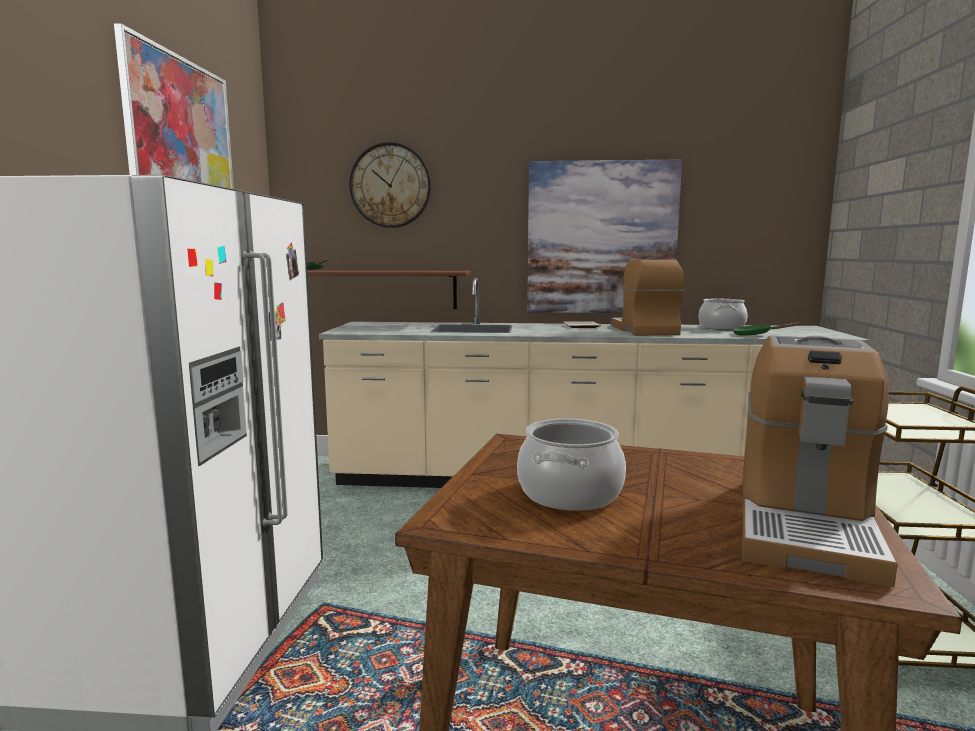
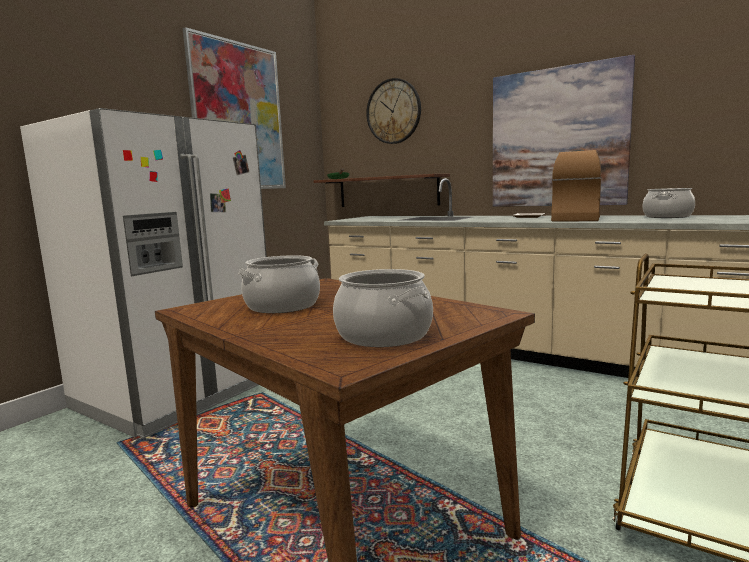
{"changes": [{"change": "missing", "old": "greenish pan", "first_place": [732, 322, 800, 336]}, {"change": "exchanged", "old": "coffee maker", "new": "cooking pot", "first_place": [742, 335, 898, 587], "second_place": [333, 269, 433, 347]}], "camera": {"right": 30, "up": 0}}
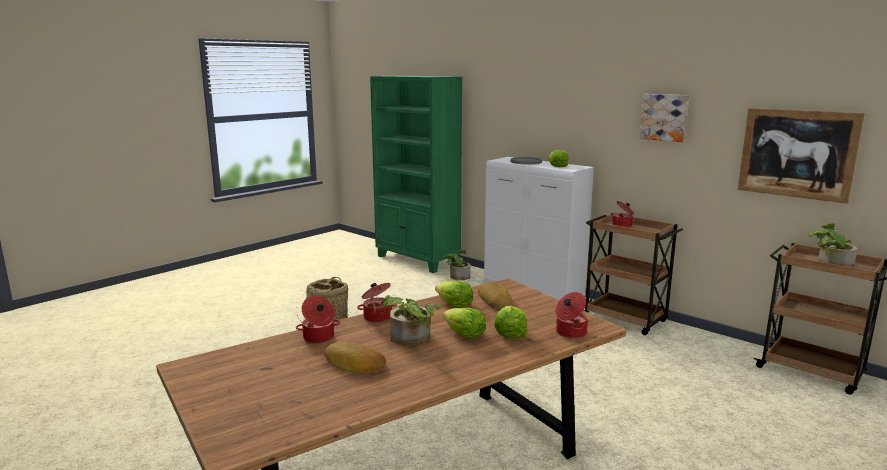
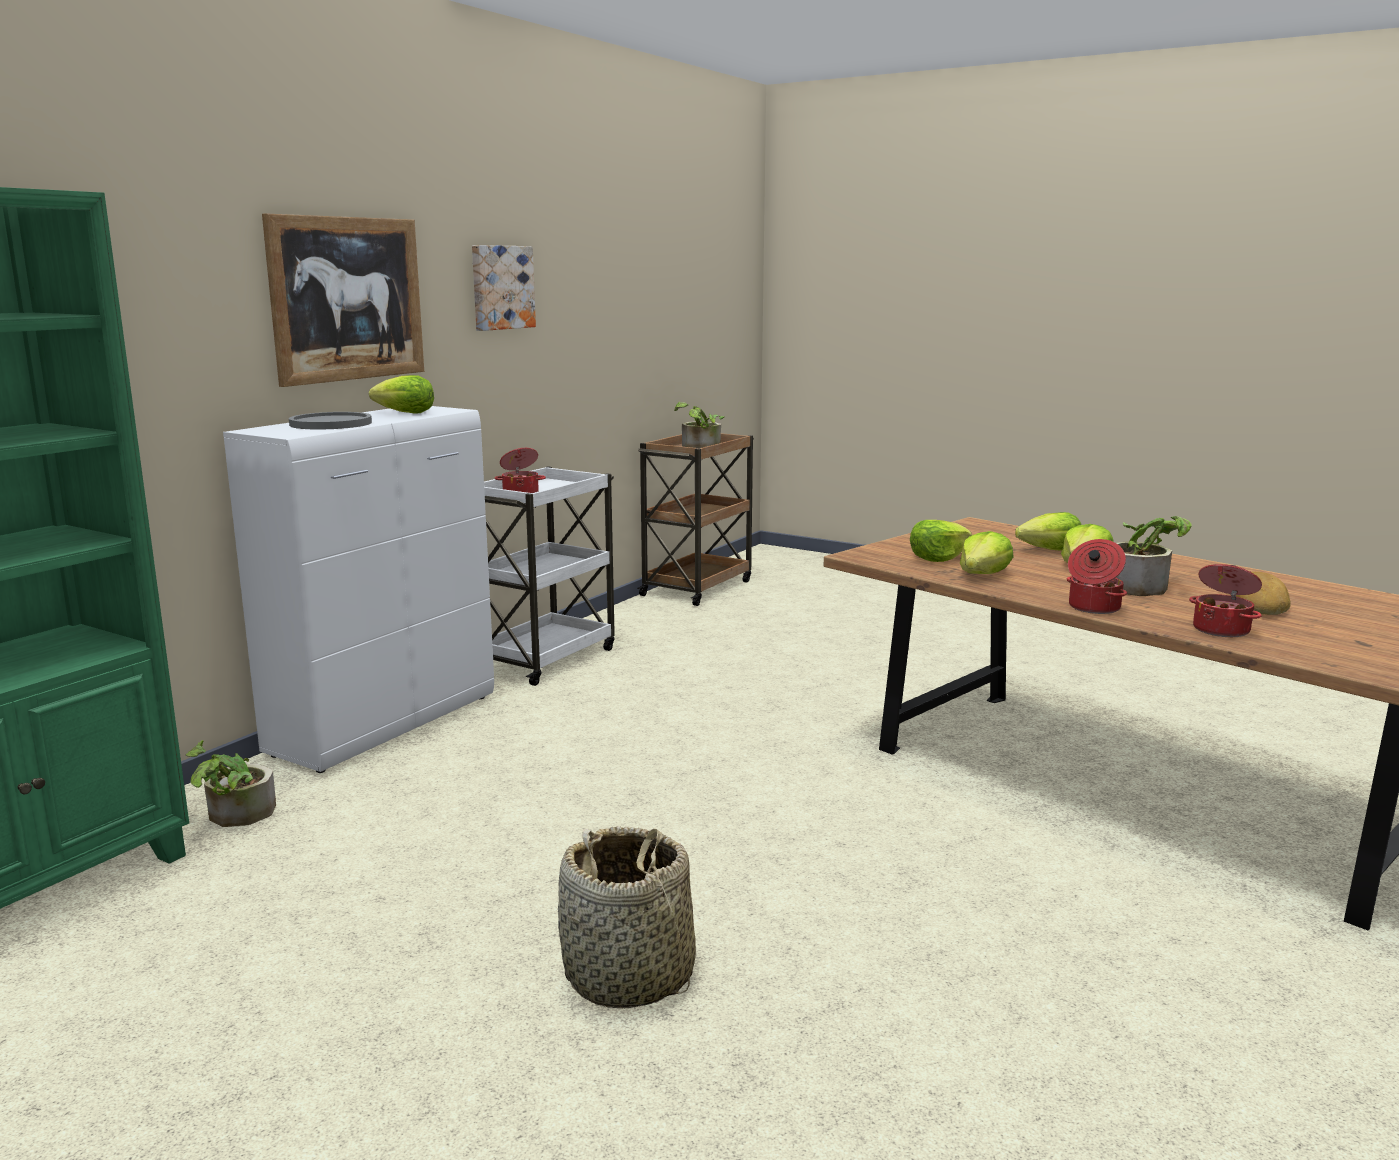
{"changes": [{"change": "exchanged", "old": "bread", "new": "lettuce", "first_place": [478, 282, 512, 309], "second_place": [910, 520, 972, 562]}, {"change": "missing", "old": "cooking pot", "first_place": [555, 292, 588, 339]}, {"change": "colour", "old": "brownish cart", "new": "white-coloured cart", "first_place": [583, 213, 683, 335], "second_place": [484, 466, 615, 686]}, {"change": "relocated", "old": "wall picture", "first_place": [738, 108, 865, 204], "second_place": [262, 213, 424, 387]}], "camera": {"right": -100, "up": 0}}
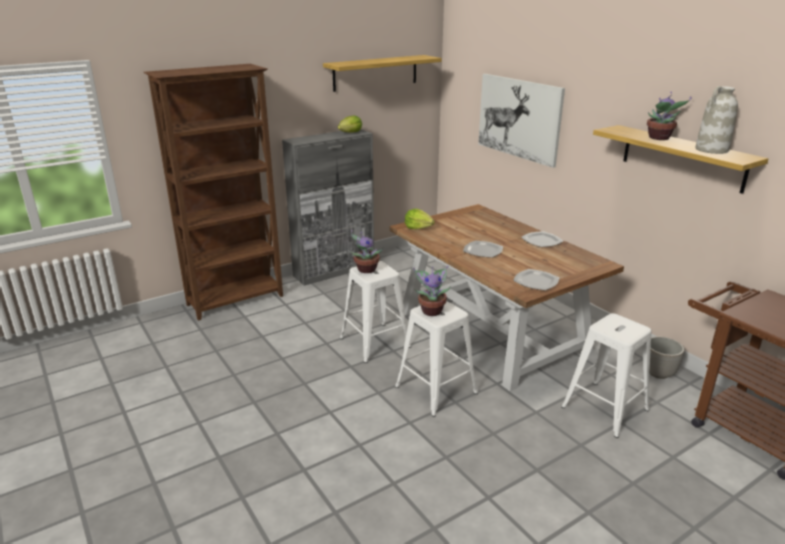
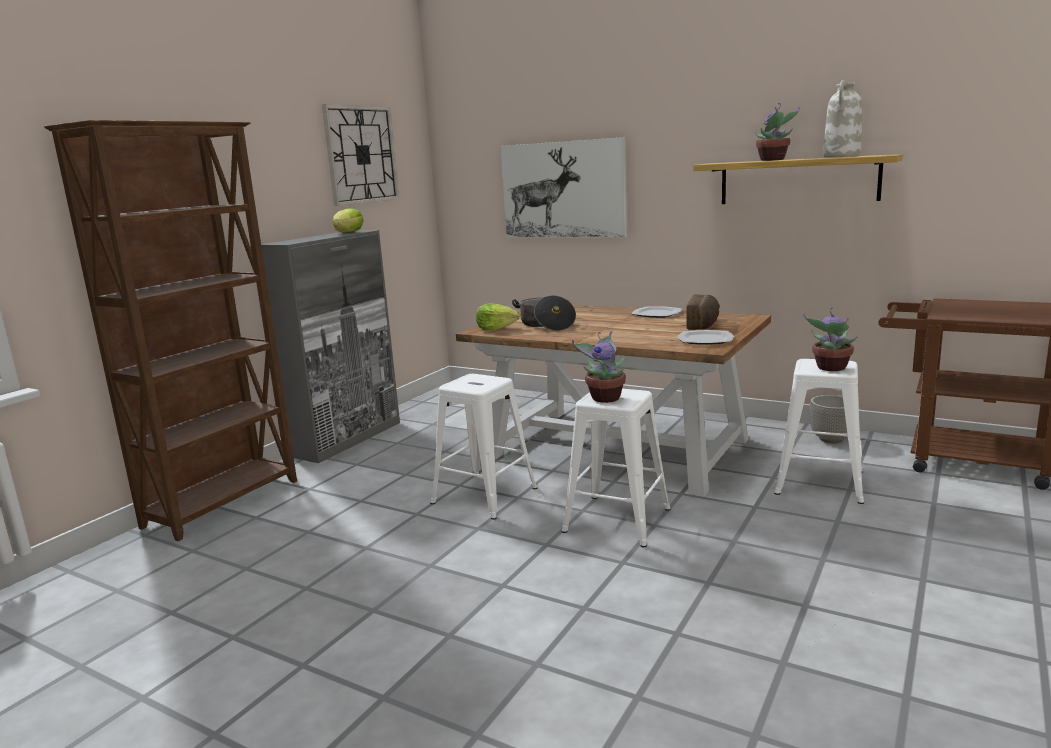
{"changes": [{"change": "exchanged", "old": "bracket shelf", "new": "clock on the wall", "first_place": [323, 55, 442, 92], "second_place": [322, 104, 399, 206]}, {"change": "relocated", "old": "potted plant", "first_place": [350, 230, 383, 273], "second_place": [803, 308, 858, 371]}, {"change": "missing", "old": "plate", "first_place": [463, 241, 503, 258]}, {"change": "appeared", "new": "cooking pot", "second_place": [512, 295, 576, 331]}, {"change": "appeared", "new": "bread", "second_place": [686, 294, 720, 330]}], "camera": {"right": -25, "up": -10}}
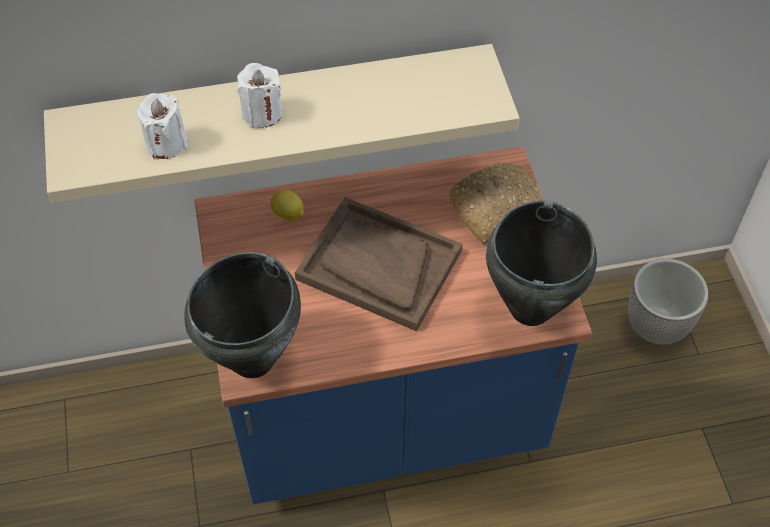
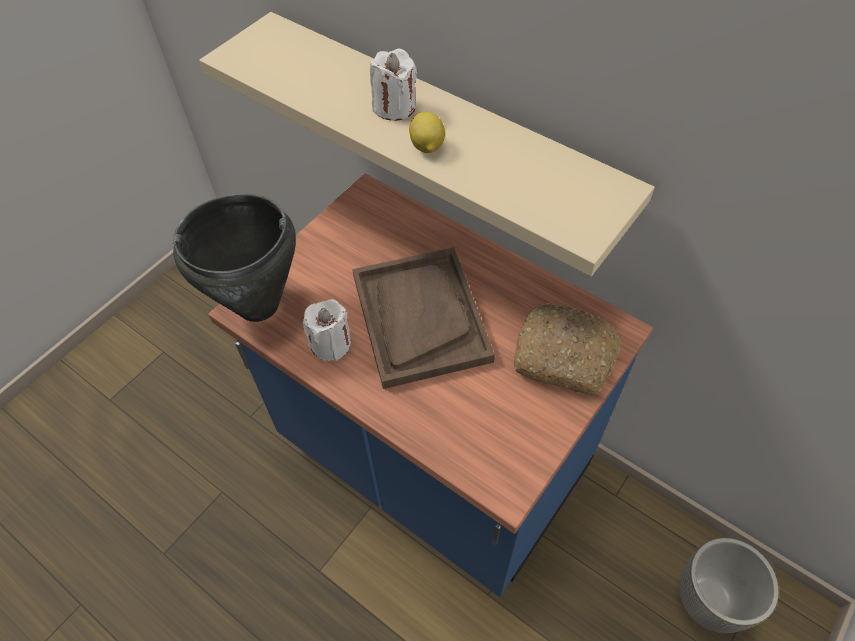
{"changes": [{"change": "relocated", "old": "white-coloured candle", "first_place": [137, 93, 188, 159], "second_place": [303, 299, 351, 361]}, {"change": "relocated", "old": "citrus fruit", "first_place": [270, 190, 304, 221], "second_place": [409, 112, 445, 153]}, {"change": "missing", "old": "blackish cooking pot", "first_place": [486, 201, 597, 326]}], "camera": {"right": 50, "up": 0}}
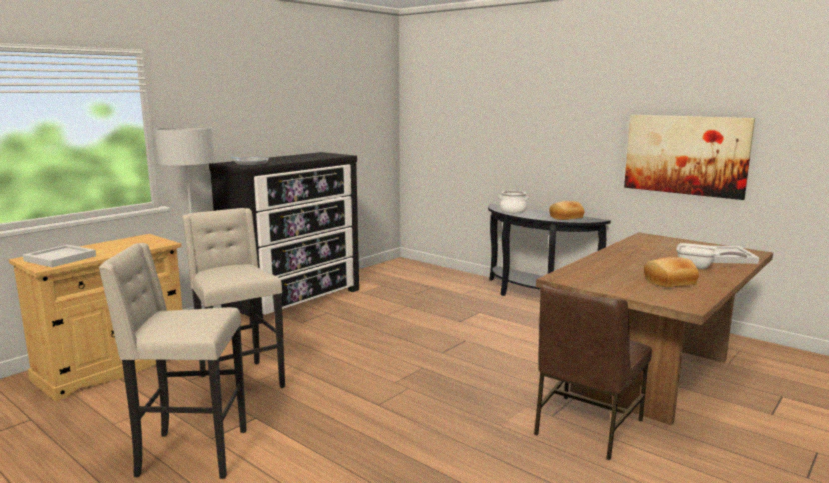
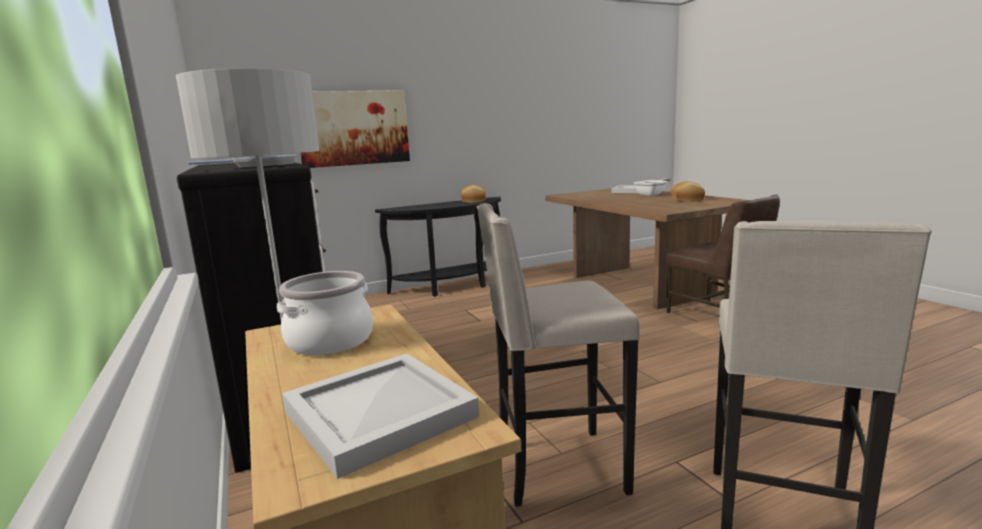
{"changes": [{"change": "relocated", "old": "cooking pot", "first_place": [499, 191, 528, 213], "second_place": [277, 271, 373, 355]}, {"change": "relocated", "old": "wall picture", "first_place": [624, 115, 755, 200], "second_place": [300, 90, 410, 168]}], "camera": {"right": -65, "up": 0}}
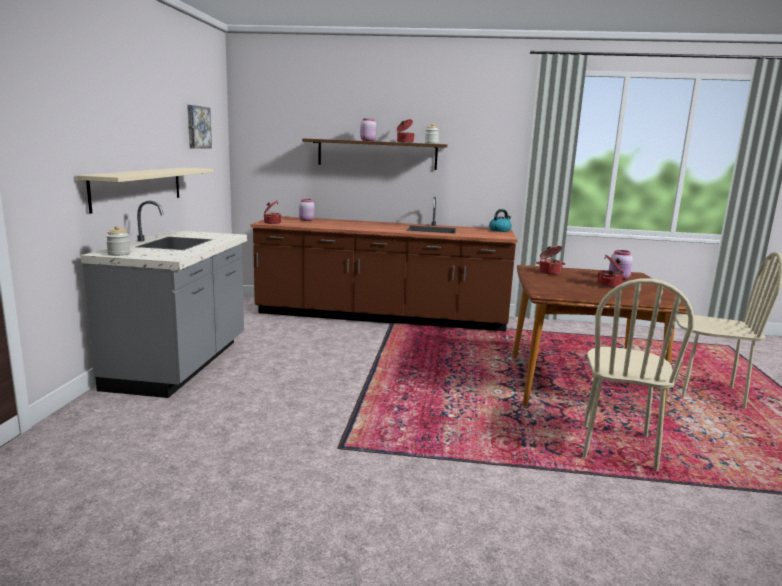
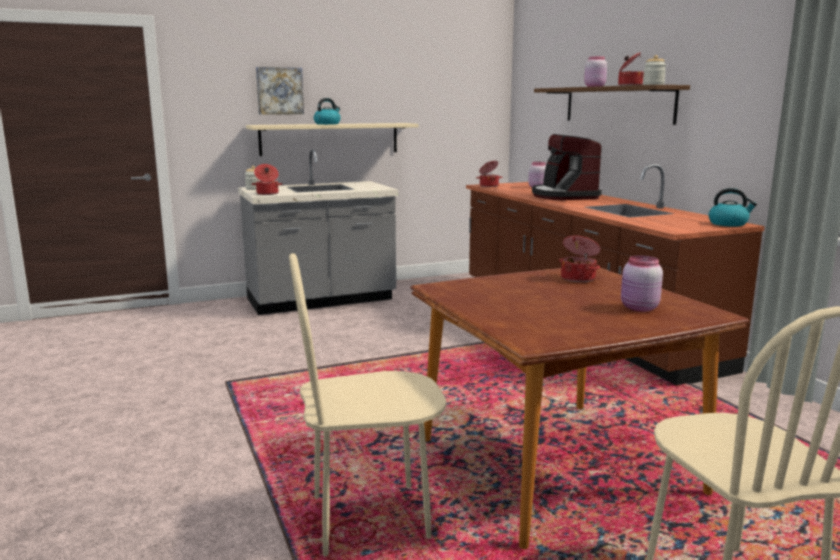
{"changes": [{"change": "relocated", "old": "wall picture", "first_place": [187, 105, 212, 149], "second_place": [256, 67, 304, 115]}, {"change": "relocated", "old": "cooking pot", "first_place": [597, 255, 623, 288], "second_place": [252, 164, 282, 195]}, {"change": "appeared", "new": "water kettle", "second_place": [314, 98, 341, 125]}, {"change": "appeared", "new": "coffee maker", "second_place": [532, 134, 602, 200]}], "camera": {"right": 60, "up": 0}}
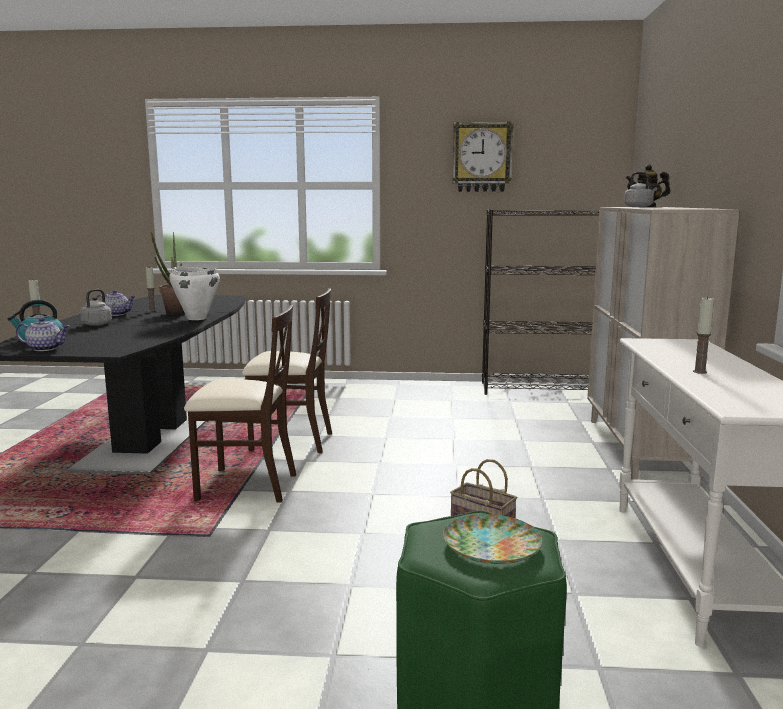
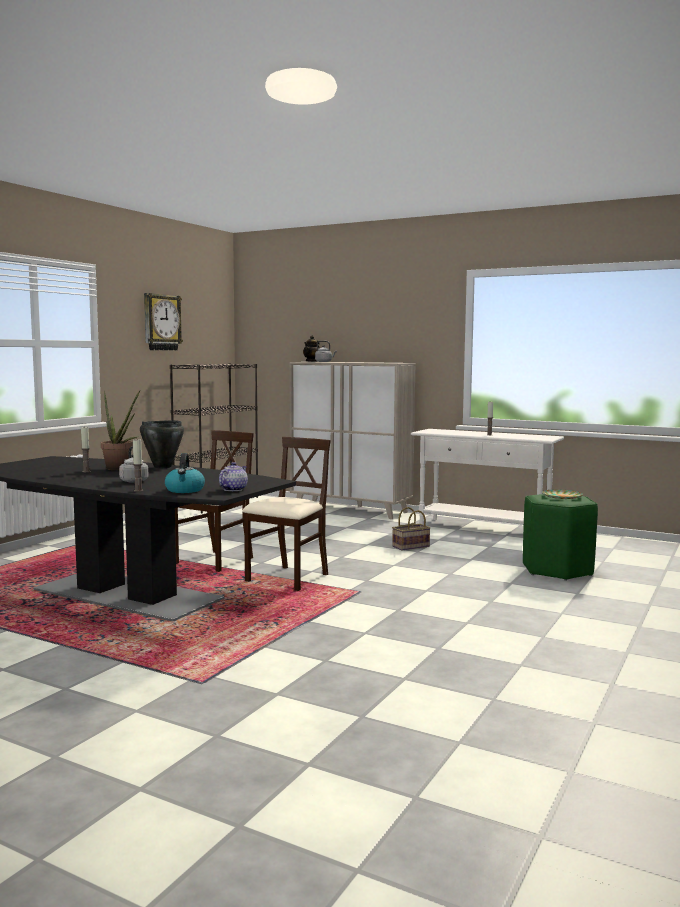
{"changes": [{"change": "missing", "old": "teapot", "first_place": [97, 290, 136, 316]}, {"change": "colour", "old": "white-coloured cooking pot", "new": "blackish cooking pot", "first_place": [169, 267, 220, 320], "second_place": [140, 420, 184, 468]}], "camera": {"right": -65, "up": -5}}
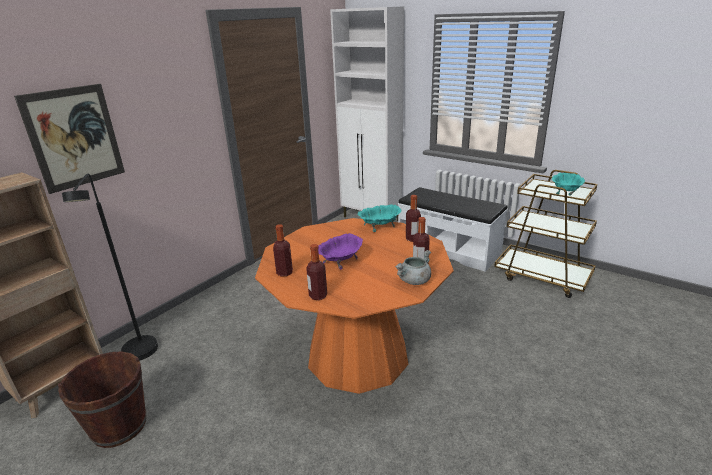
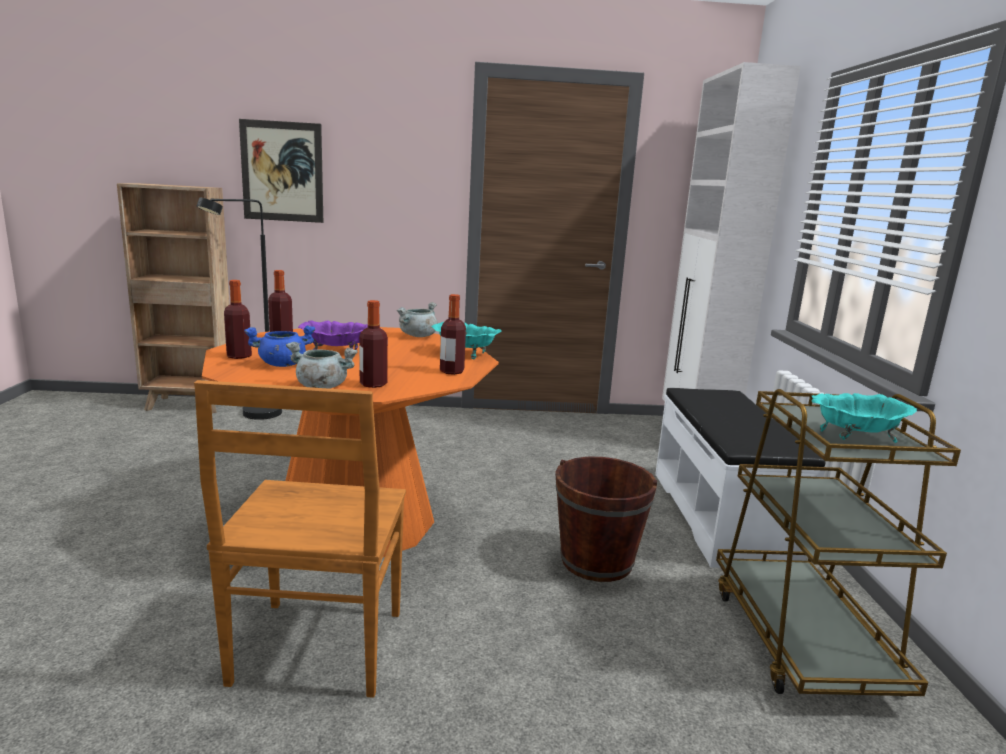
{"changes": [{"change": "relocated", "old": "brownish pail", "first_place": [58, 351, 146, 448], "second_place": [555, 457, 657, 582]}, {"change": "appeared", "new": "brownish plain chair", "second_place": [194, 380, 406, 698]}, {"change": "appeared", "new": "blue-coloured cooking pot", "second_place": [244, 325, 316, 367]}, {"change": "appeared", "new": "gray cooking pot", "second_place": [396, 302, 438, 337]}], "camera": {"right": 50, "up": -10}}
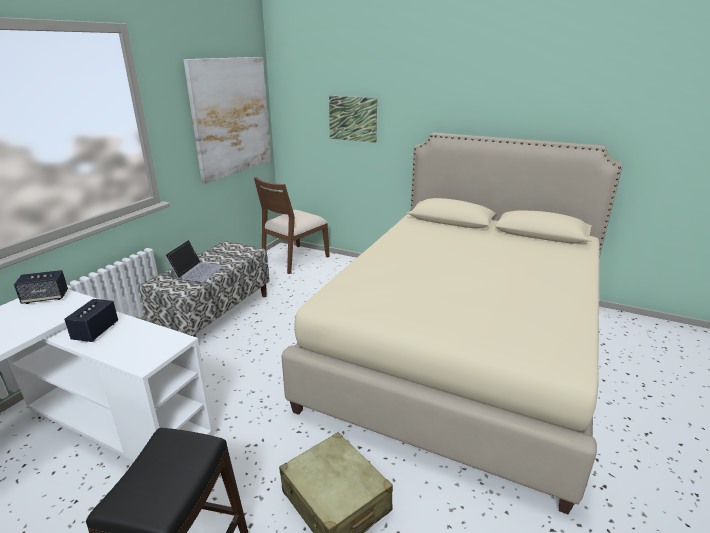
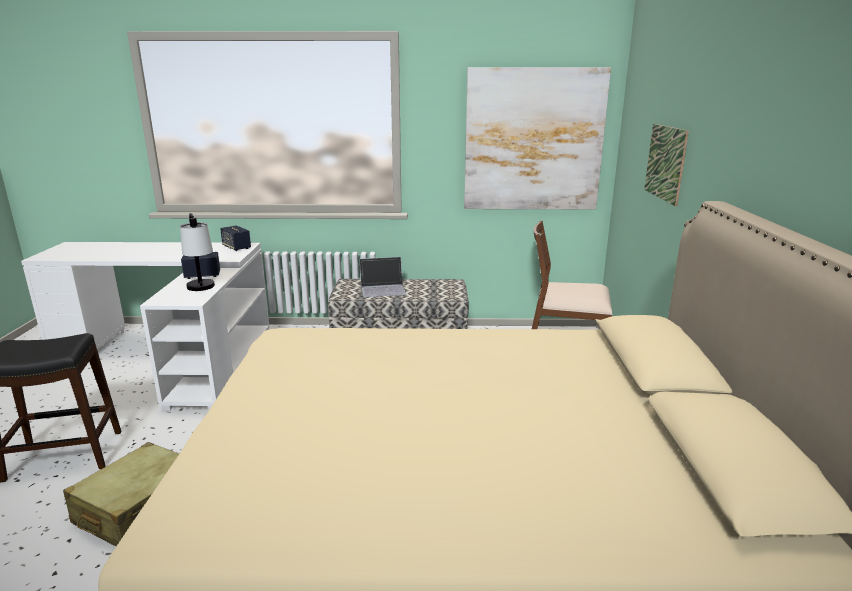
{"changes": [{"change": "appeared", "new": "table lamp", "second_place": [180, 213, 215, 291]}], "camera": {"right": 65, "up": -5}}
